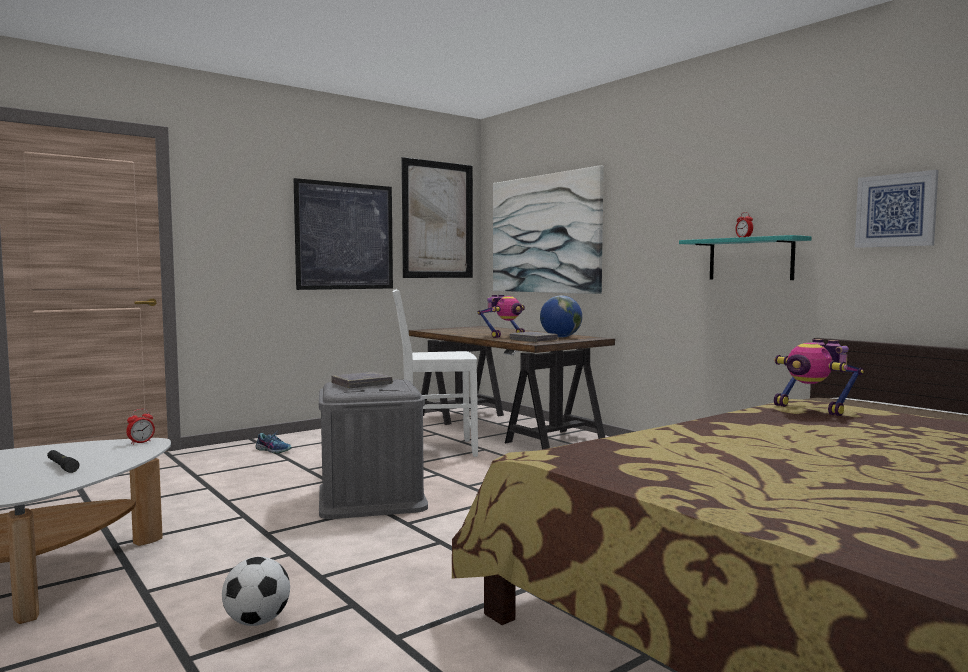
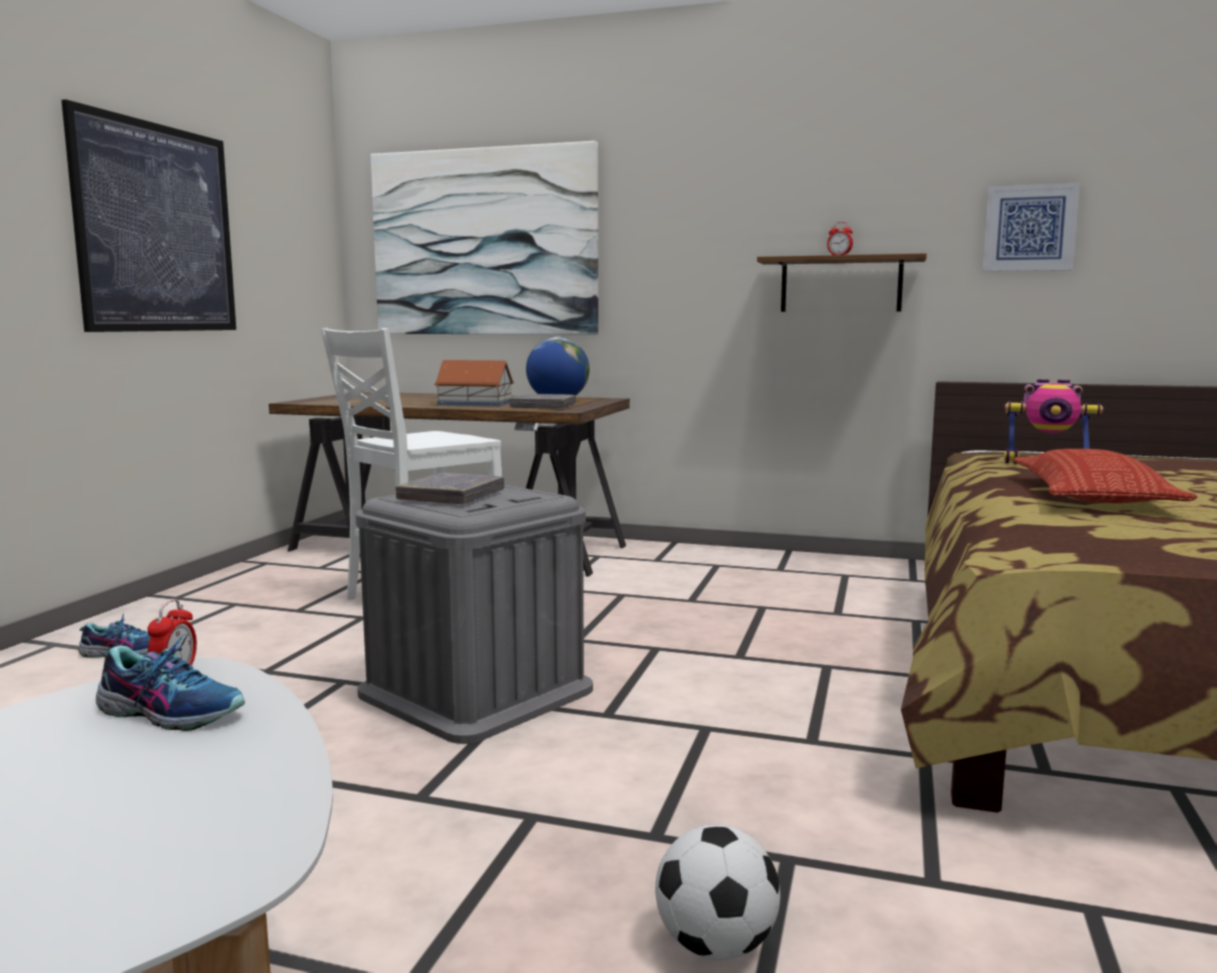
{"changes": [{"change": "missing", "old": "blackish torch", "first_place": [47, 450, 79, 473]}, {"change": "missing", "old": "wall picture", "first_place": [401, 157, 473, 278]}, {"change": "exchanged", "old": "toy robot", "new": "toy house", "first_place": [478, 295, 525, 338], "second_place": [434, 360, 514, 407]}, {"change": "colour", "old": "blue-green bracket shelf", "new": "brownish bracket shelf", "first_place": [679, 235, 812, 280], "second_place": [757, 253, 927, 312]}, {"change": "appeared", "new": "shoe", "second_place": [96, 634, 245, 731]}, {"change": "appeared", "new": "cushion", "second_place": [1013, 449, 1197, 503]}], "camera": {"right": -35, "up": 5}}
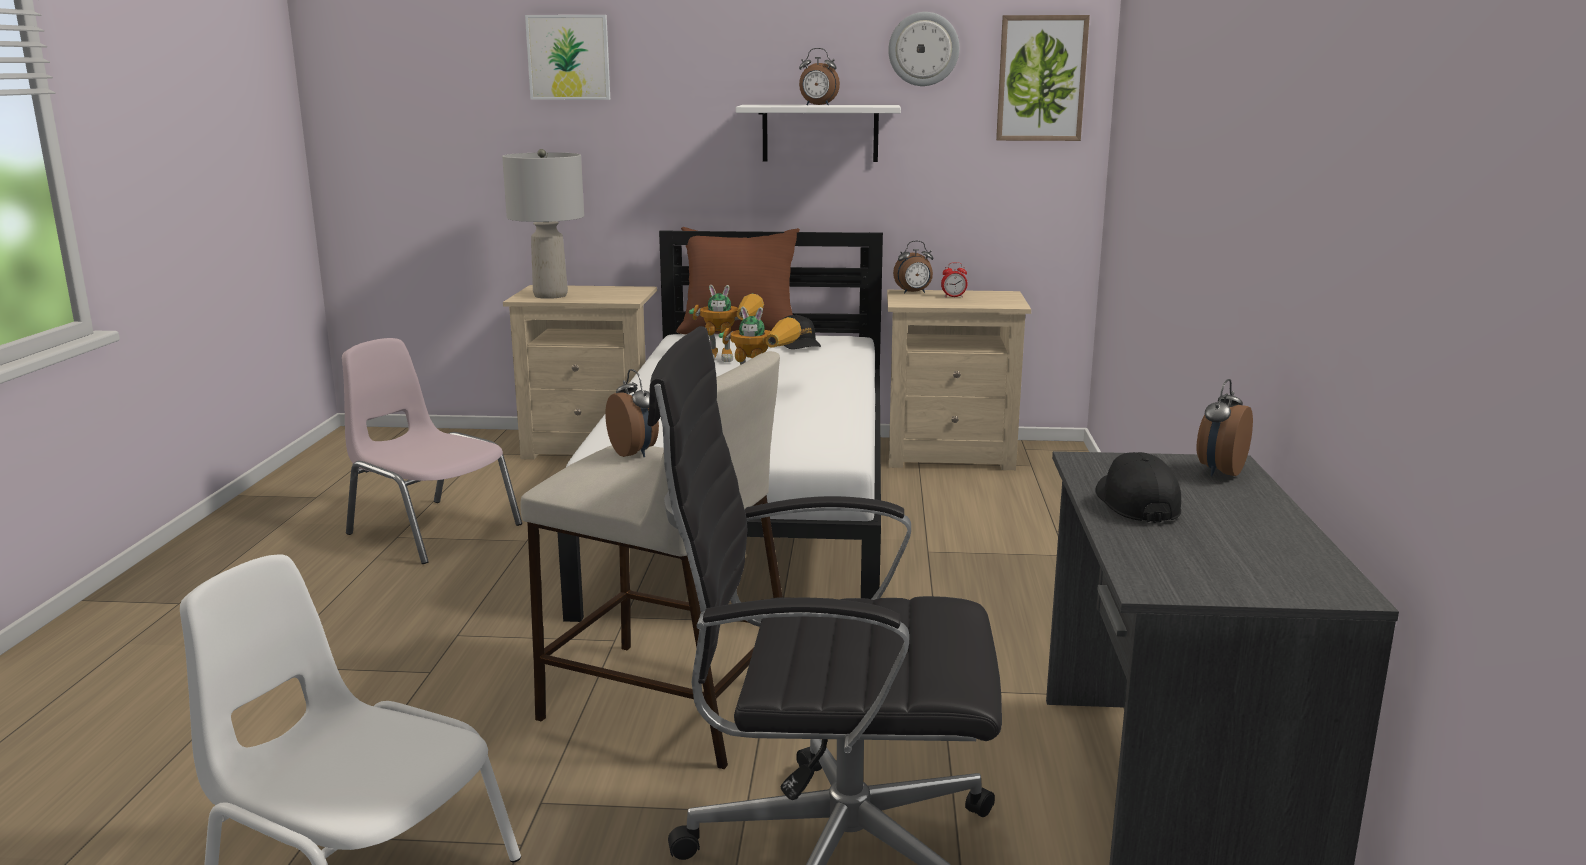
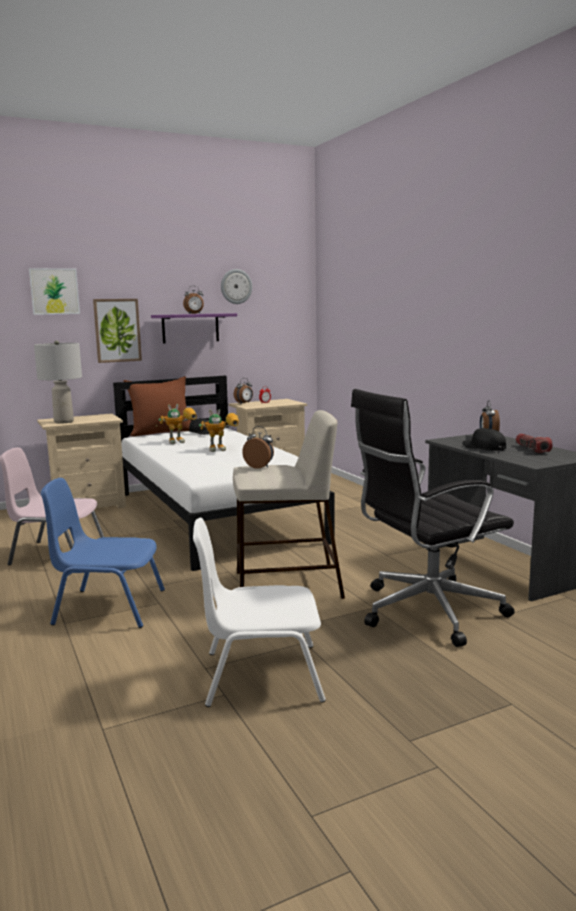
{"changes": [{"change": "colour", "old": "white-coloured bracket shelf", "new": "purplish bracket shelf", "first_place": [736, 105, 901, 162], "second_place": [151, 313, 237, 344]}, {"change": "relocated", "old": "wall picture", "first_place": [996, 15, 1090, 141], "second_place": [93, 299, 142, 363]}, {"change": "appeared", "new": "blue-coloured plain chair", "second_place": [41, 478, 165, 628]}, {"change": "appeared", "new": "torch", "second_place": [516, 434, 552, 453]}], "camera": {"right": -30, "up": -5}}
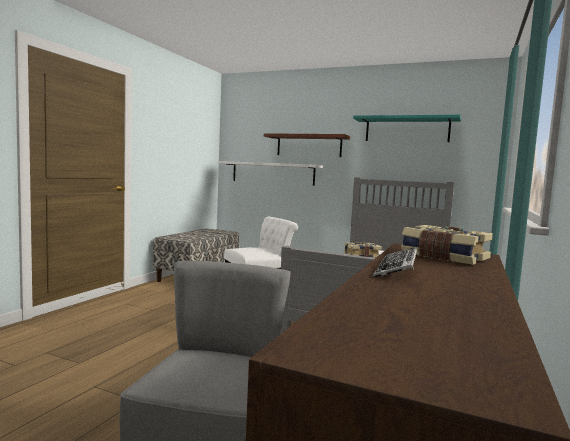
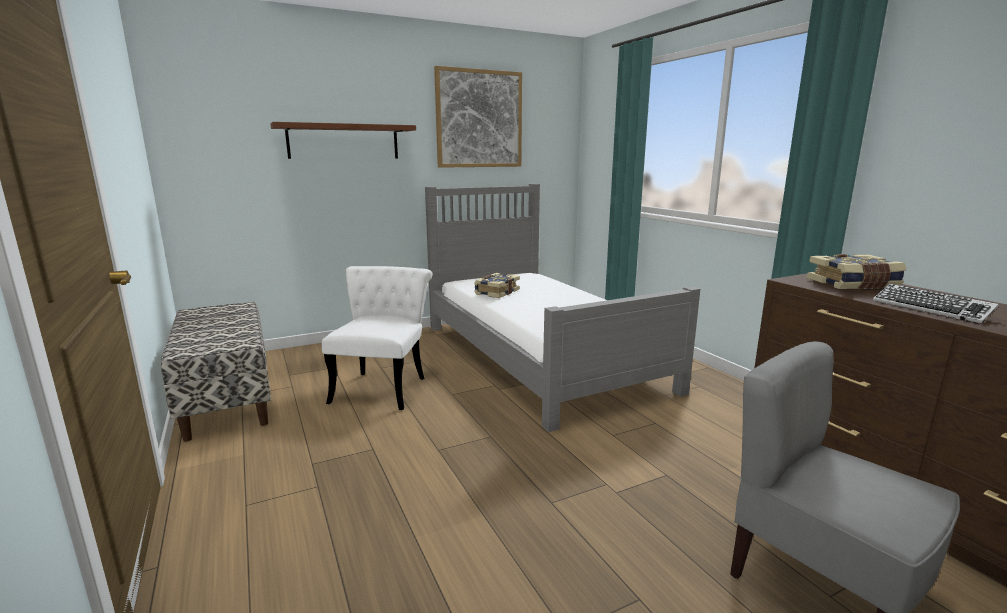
{"changes": [{"change": "missing", "old": "white-coloured bracket shelf", "first_place": [218, 161, 323, 186]}, {"change": "exchanged", "old": "blue-green bracket shelf", "new": "wall picture", "first_place": [353, 115, 461, 142], "second_place": [434, 66, 522, 168]}], "camera": {"right": -50, "up": 10}}
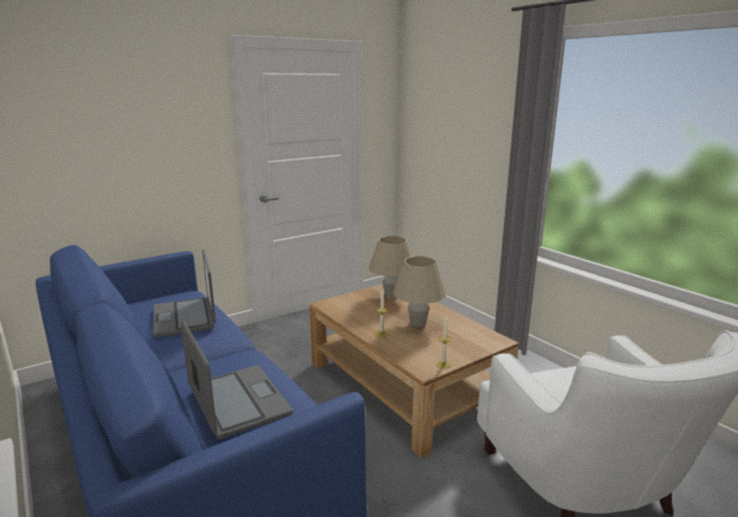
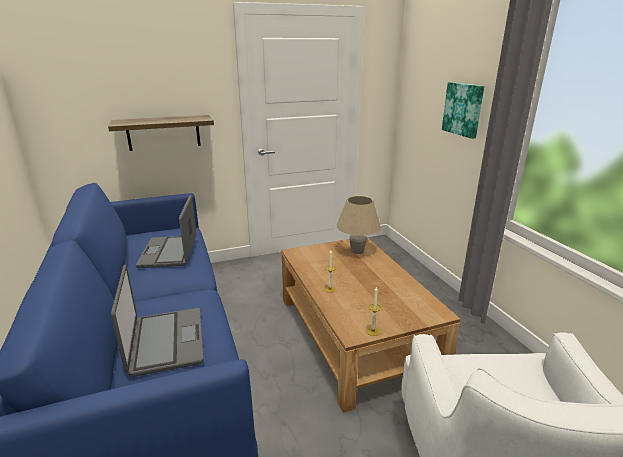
{"changes": [{"change": "missing", "old": "beige table lamp", "first_place": [393, 256, 446, 327]}, {"change": "appeared", "new": "bracket shelf", "second_place": [108, 115, 214, 151]}, {"change": "appeared", "new": "wall picture", "second_place": [442, 82, 484, 139]}], "camera": {"right": 15, "up": 5}}
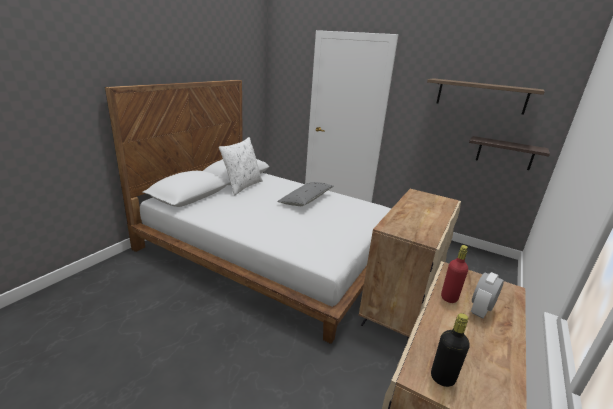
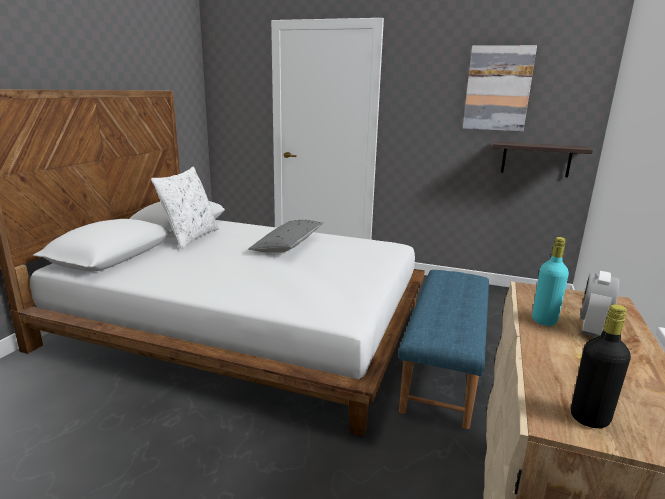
{"changes": [{"change": "exchanged", "old": "beige storage cabinet", "new": "blue-coloured indoor bench", "first_place": [359, 189, 461, 342], "second_place": [398, 270, 489, 429]}, {"change": "exchanged", "old": "bracket shelf", "new": "wall picture", "first_place": [427, 78, 545, 115], "second_place": [463, 45, 537, 132]}, {"change": "colour", "old": "reddish bottle", "new": "blue-green bottle", "first_place": [441, 245, 468, 303], "second_place": [532, 237, 569, 326]}], "camera": {"right": -10, "up": -5}}
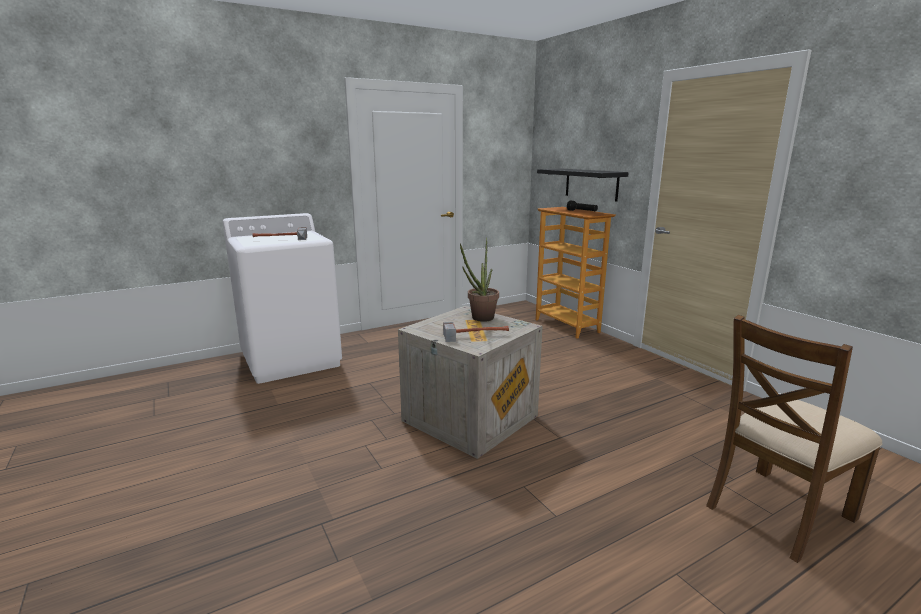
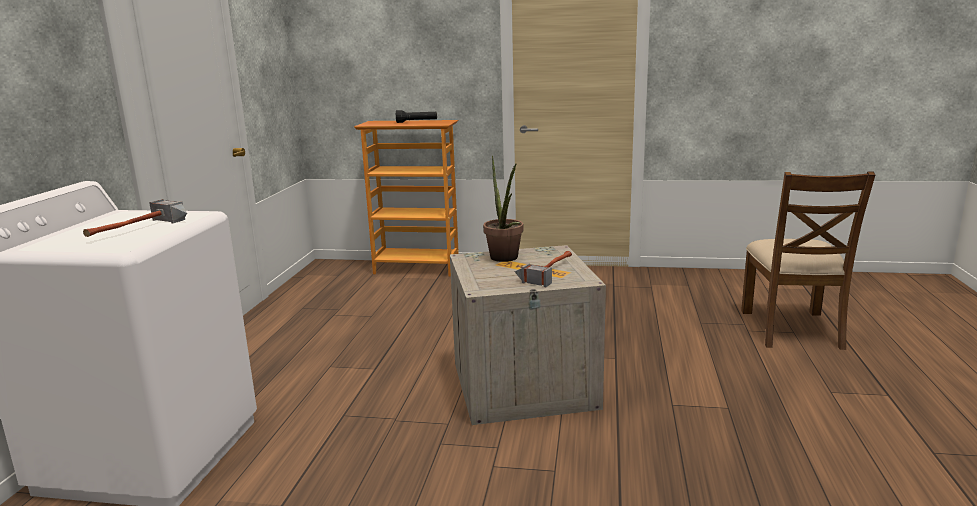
{"changes": [{"change": "missing", "old": "blackish bracket shelf", "first_place": [537, 169, 629, 202]}], "camera": {"right": -50, "up": 0}}
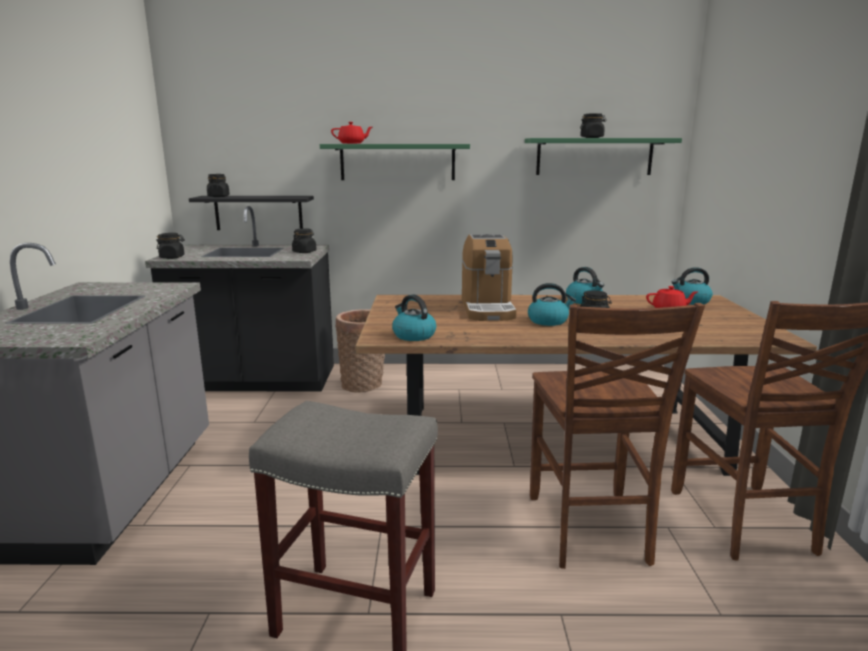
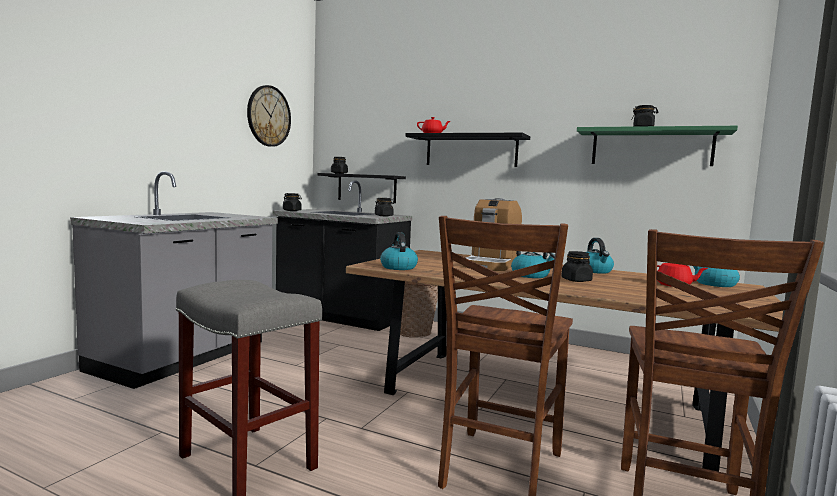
{"changes": [{"change": "colour", "old": "greenish bracket shelf", "new": "blackish bracket shelf", "first_place": [320, 144, 470, 180], "second_place": [405, 133, 530, 167]}, {"change": "appeared", "new": "clock on the wall", "second_place": [247, 85, 291, 147]}], "camera": {"right": 25, "up": -10}}
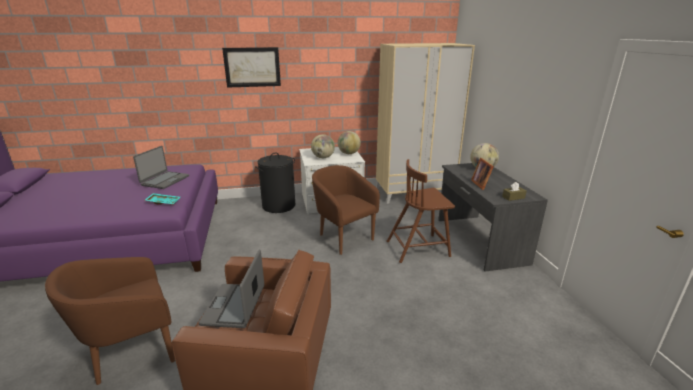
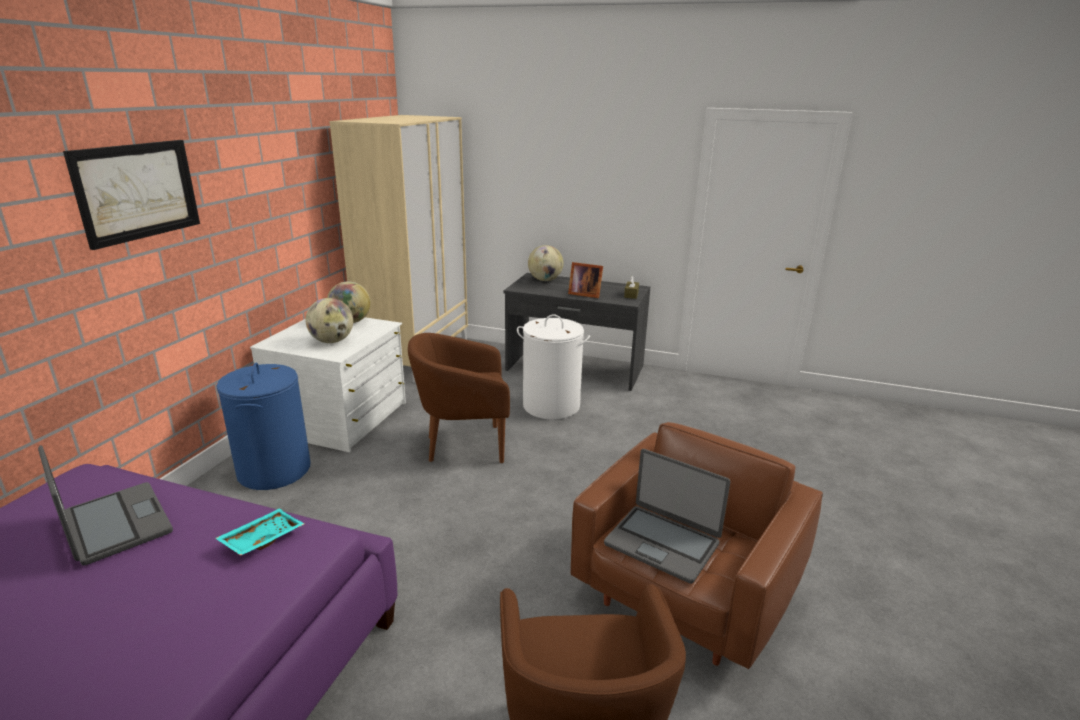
{"changes": [{"change": "colour", "old": "blackish hamper", "new": "blue-coloured hamper", "first_place": [255, 152, 295, 213], "second_place": [216, 363, 310, 490]}, {"change": "exchanged", "old": "brownish plain chair", "new": "white-coloured hamper", "first_place": [386, 159, 455, 263], "second_place": [517, 314, 590, 420]}], "camera": {"right": -60, "up": 0}}
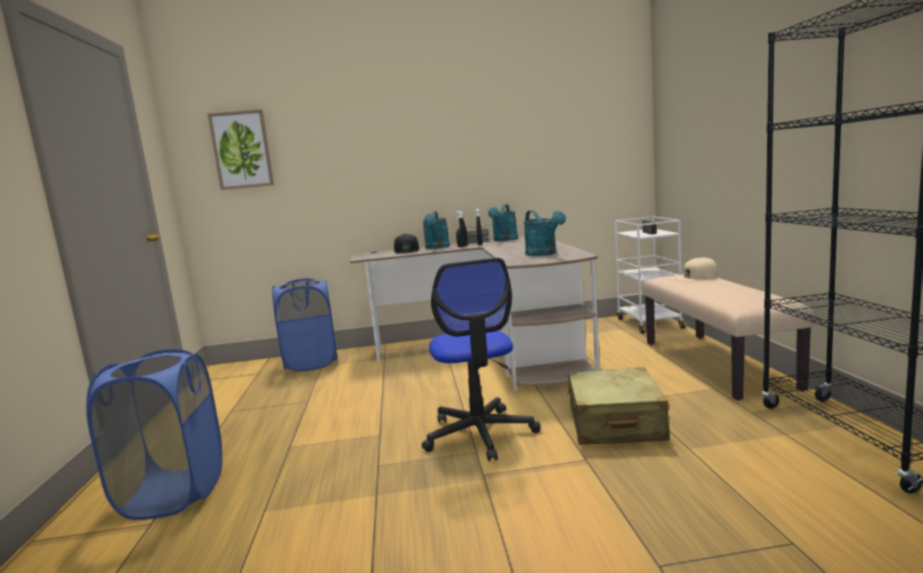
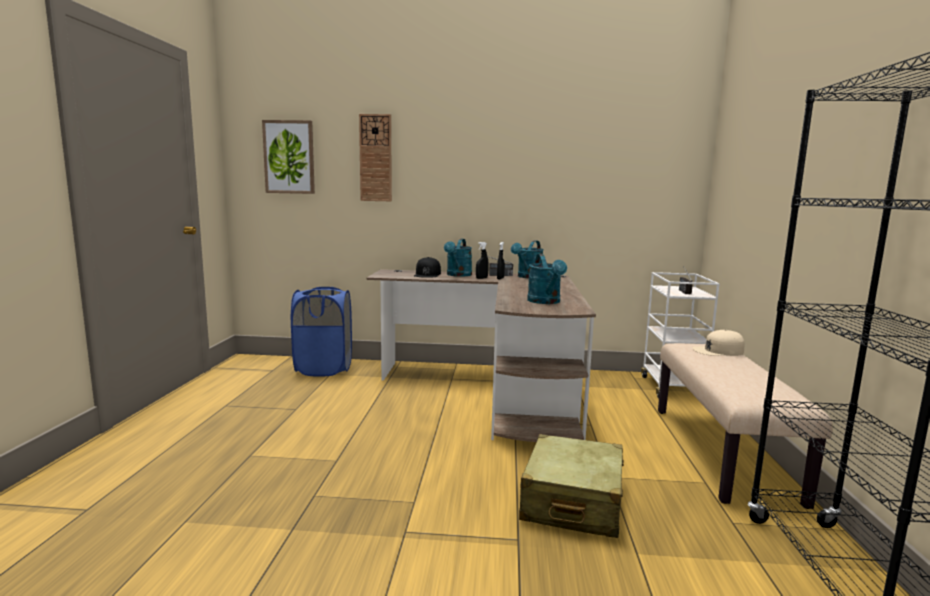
{"changes": [{"change": "missing", "old": "blue-coloured hamper", "first_place": [86, 349, 222, 520]}, {"change": "missing", "old": "office chair", "first_place": [422, 258, 541, 461]}, {"change": "appeared", "new": "clock on the wall", "second_place": [359, 114, 392, 201]}], "camera": {"right": 10, "up": 0}}
